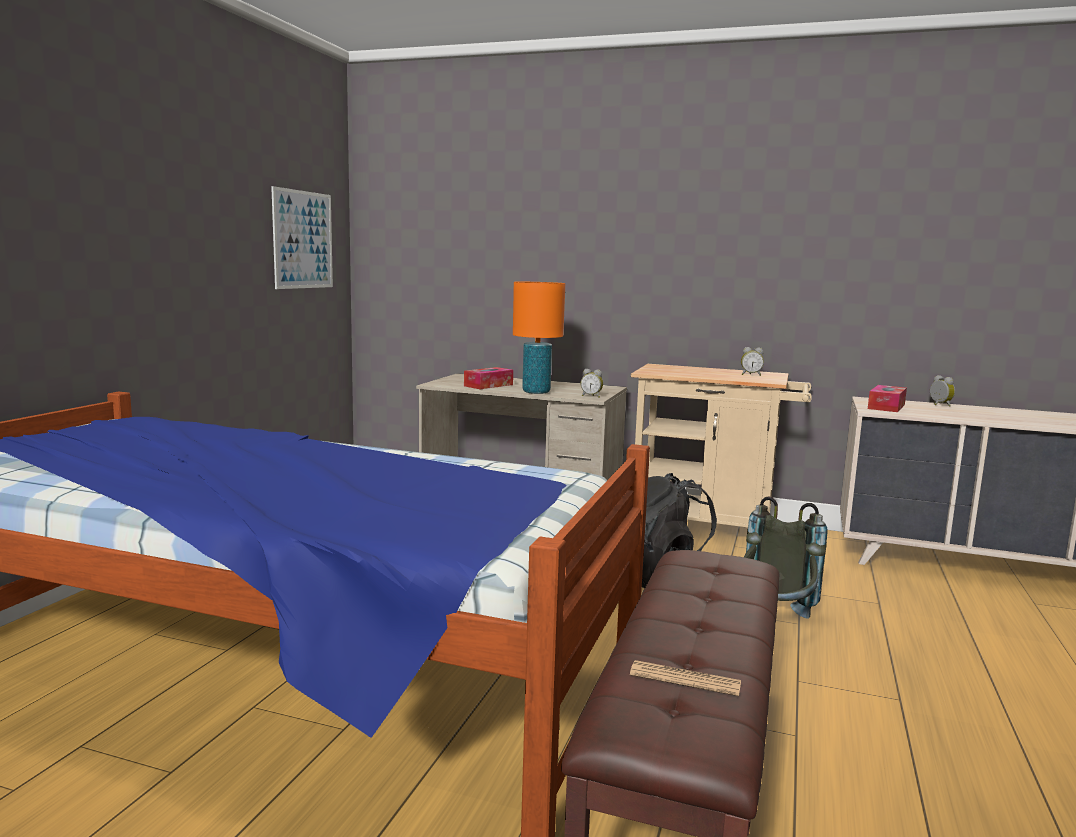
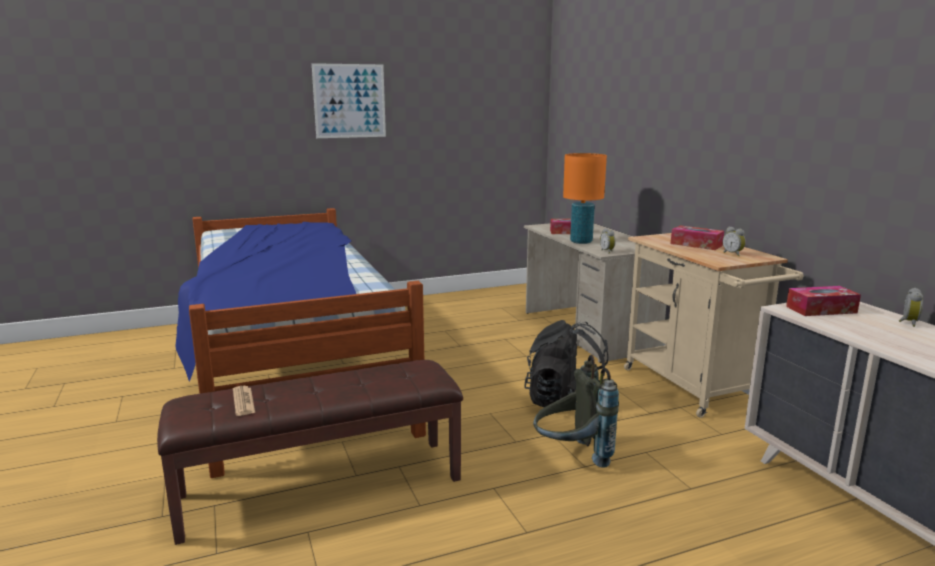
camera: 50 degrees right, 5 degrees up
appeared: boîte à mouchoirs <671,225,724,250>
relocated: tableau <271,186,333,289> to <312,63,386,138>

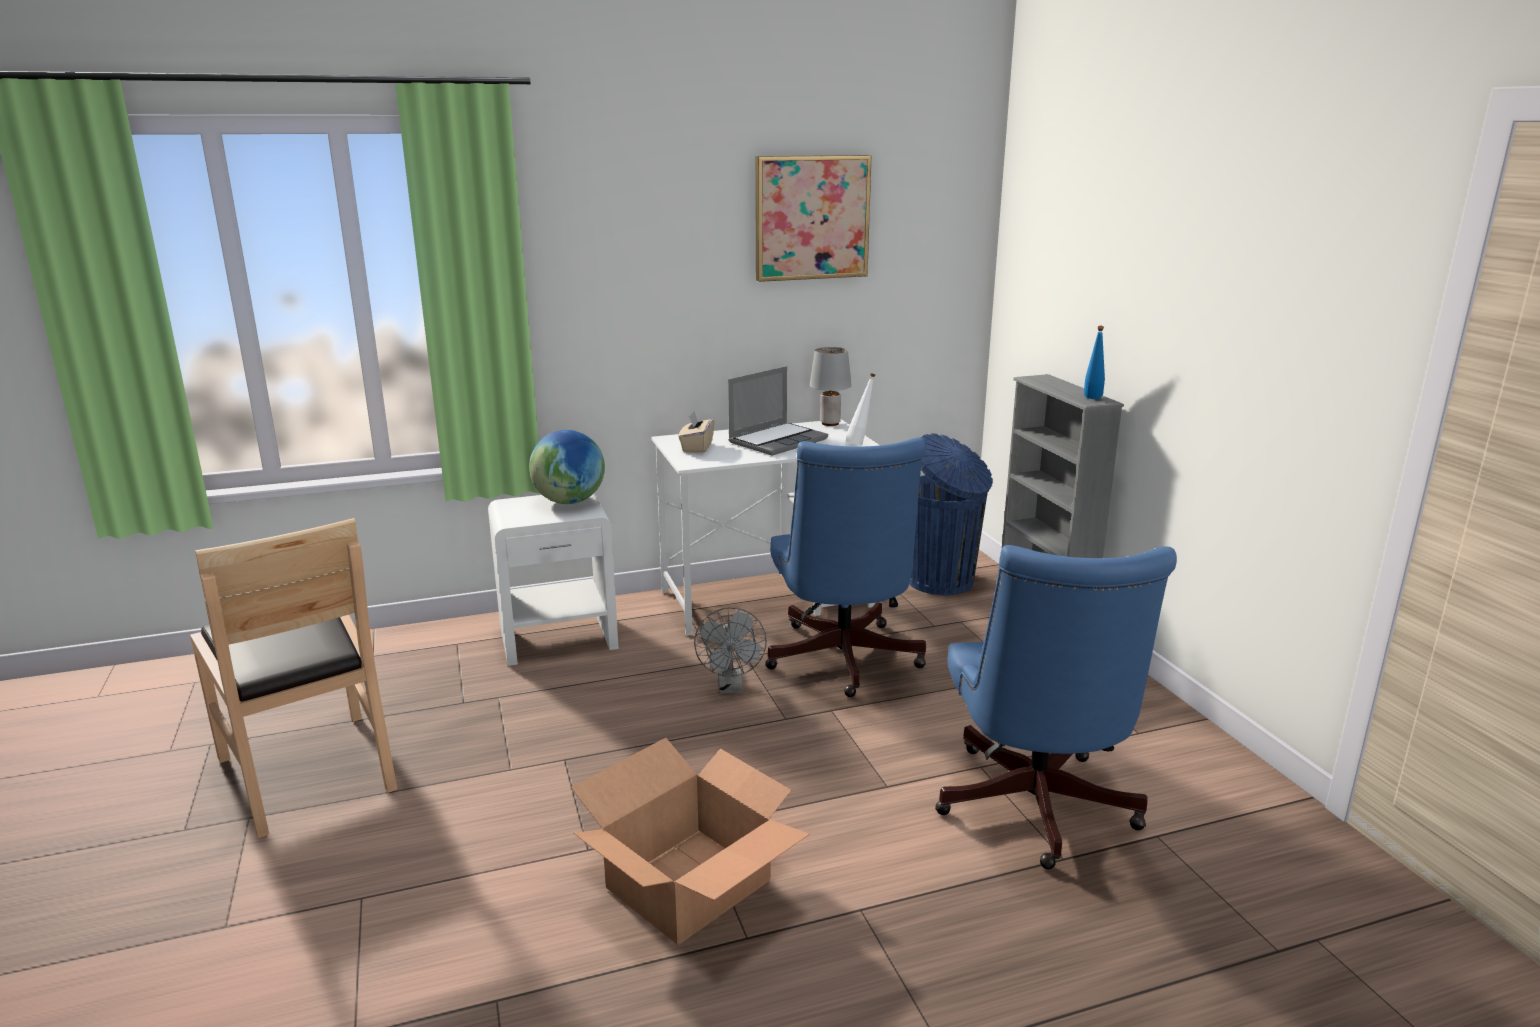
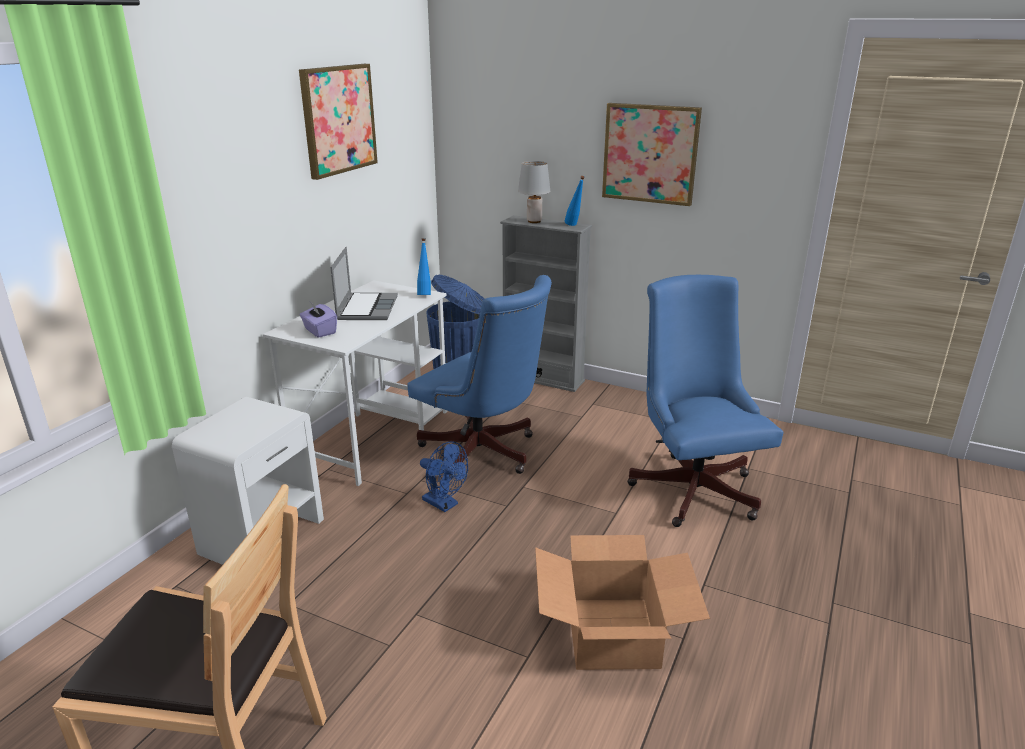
camera: 45 degrees left, 5 degrees up
missing: globe <529,430,605,504>
appeared: tableau <602,103,702,206>
relocated: lampe de table/gris <810,347,852,426> to <518,161,550,223>
colour: boîte à mouchoirs/beige <678,411,714,453> to boîte à mouchoirs/violet <300,302,337,338>; ventilateur/gris <694,607,767,694> to ventilateur/bleu <420,441,468,512>; bouteille/blanc <845,373,875,445> to bouteille/bleu <417,238,431,295>
spun: chaise de bureau/bleu <935,545,1177,869> = <627,275,783,527> 150 degrees counterclockwise

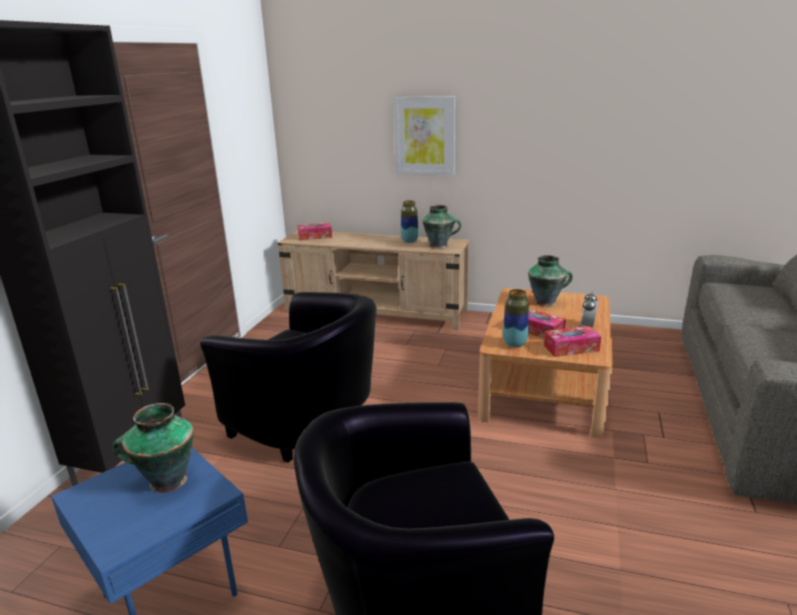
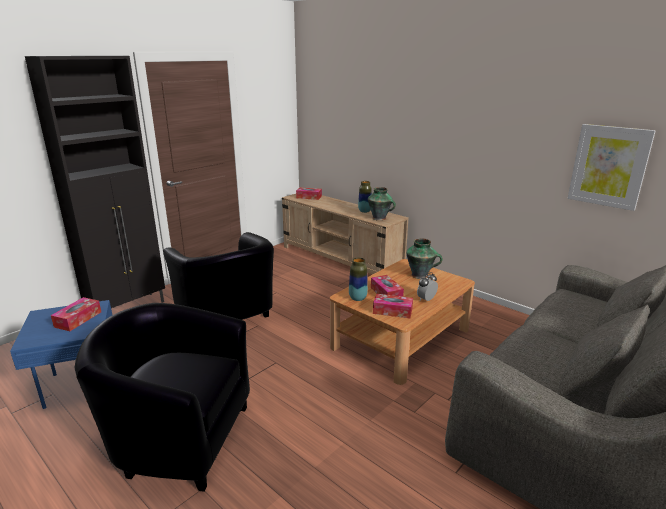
camera: 25 degrees right, 0 degrees up
relocated: tableau <394,96,455,175> to <568,124,656,211>
exchanged: vase <112,403,194,493> to boîte à mouchoirs <51,297,101,331>

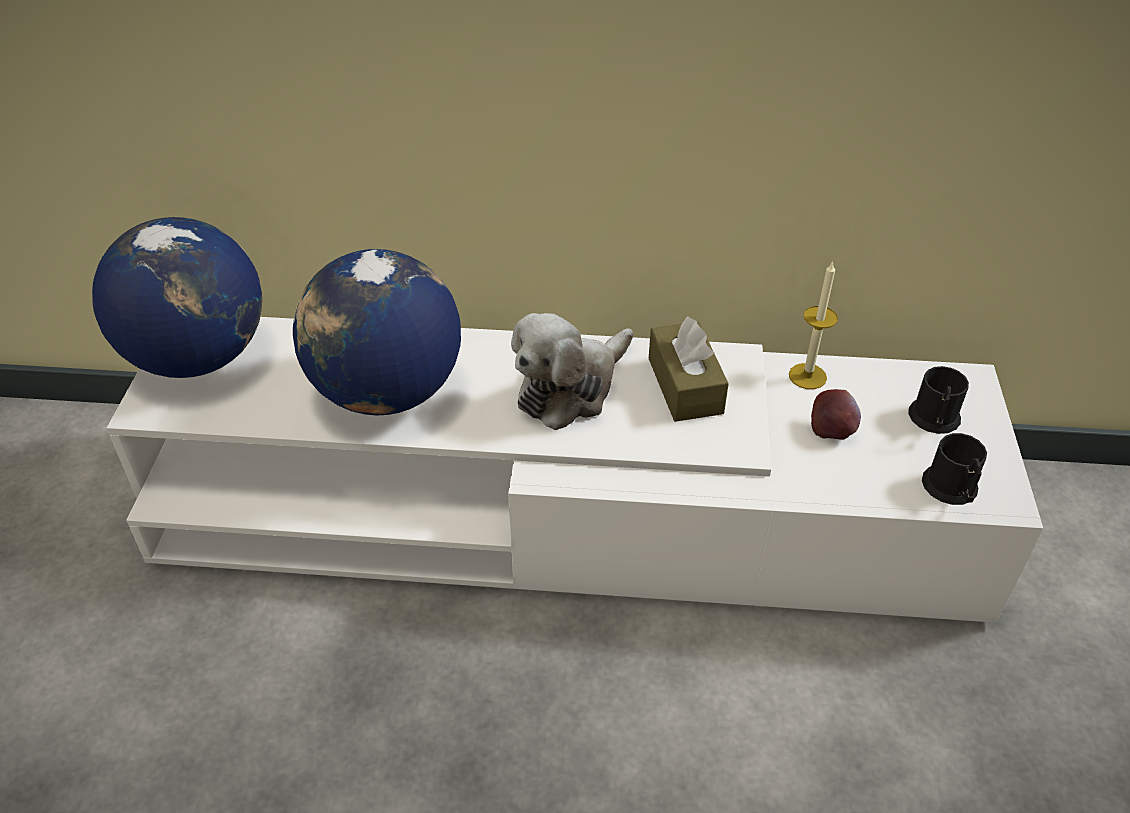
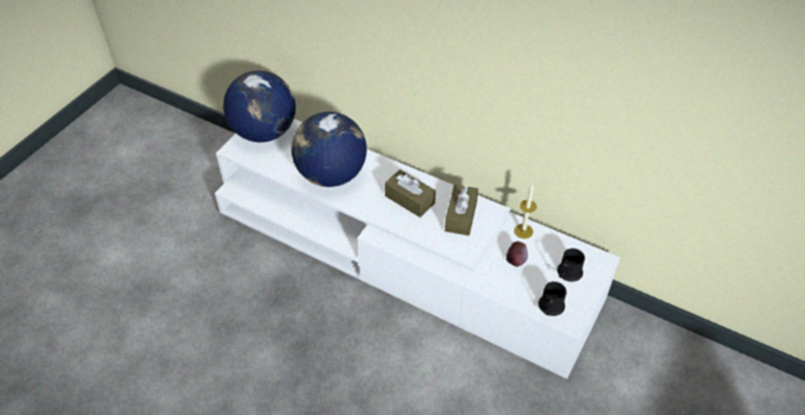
camera: 25 degrees right, 5 degrees up
exchanged: peluche <511,313,633,430> to boîte à mouchoirs/marron <385,170,436,217>

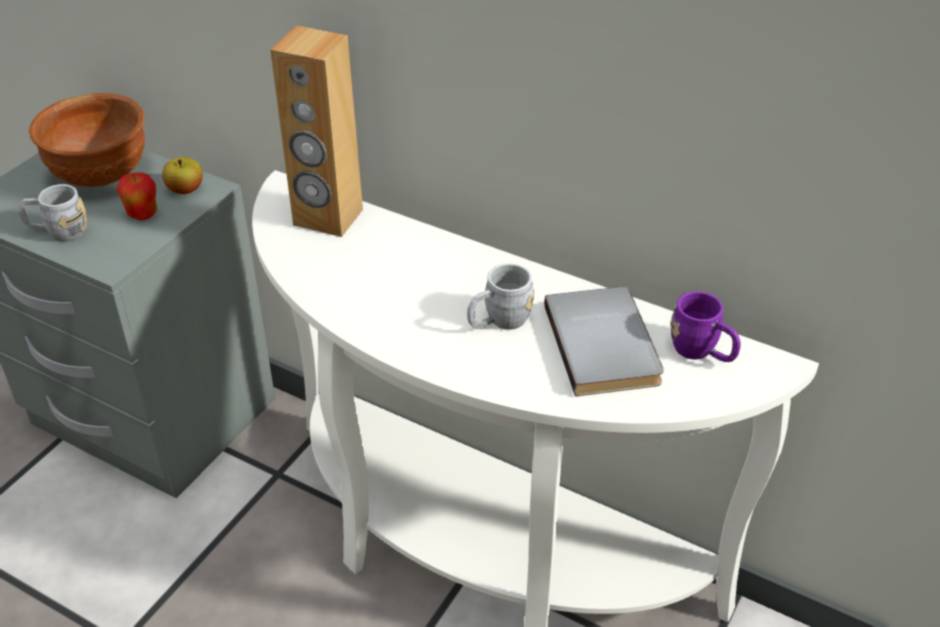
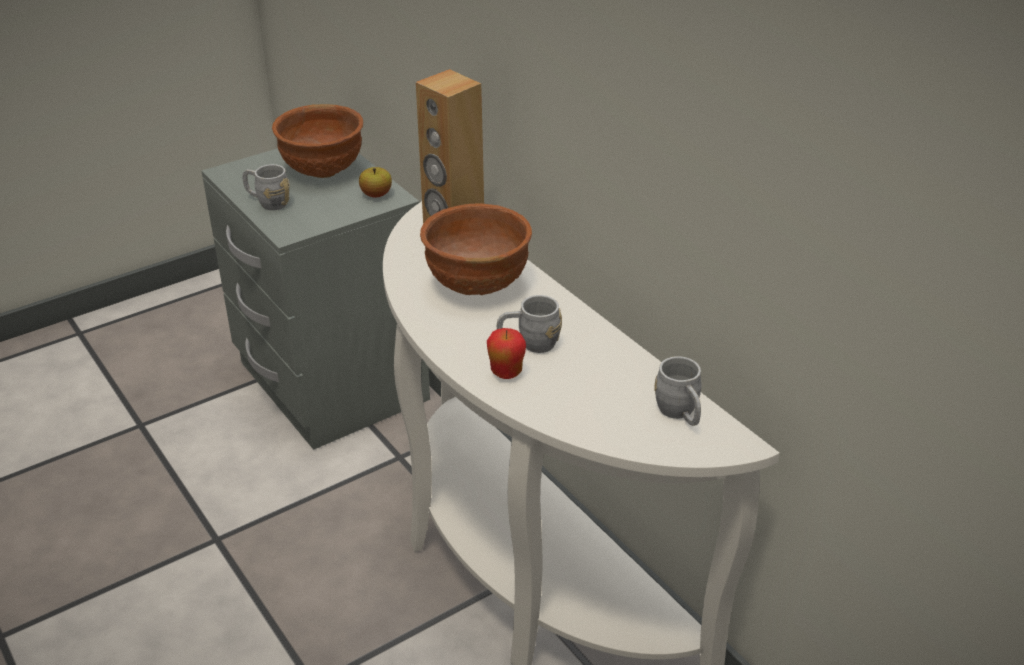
camera: 25 degrees right, 5 degrees down
missing: livre/gris <544,287,664,396>
appeared: bol/marron <420,203,532,295>
relocated: pomme <117,172,157,220> to <487,328,526,379>
colour: mug/violet <670,291,741,362> to mug/gris <654,356,702,426>

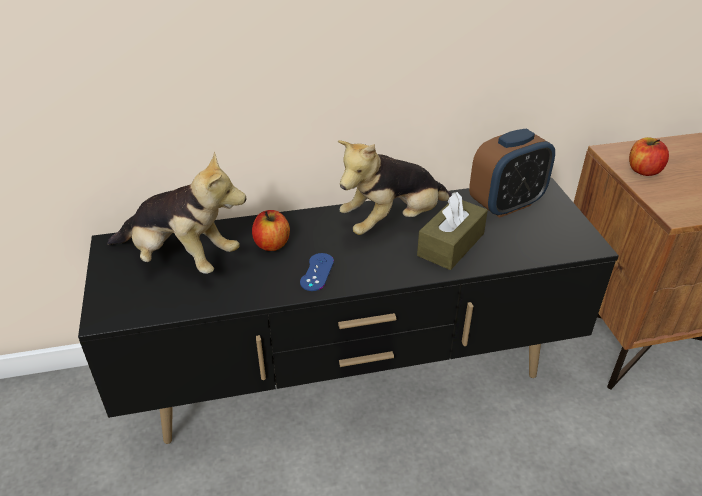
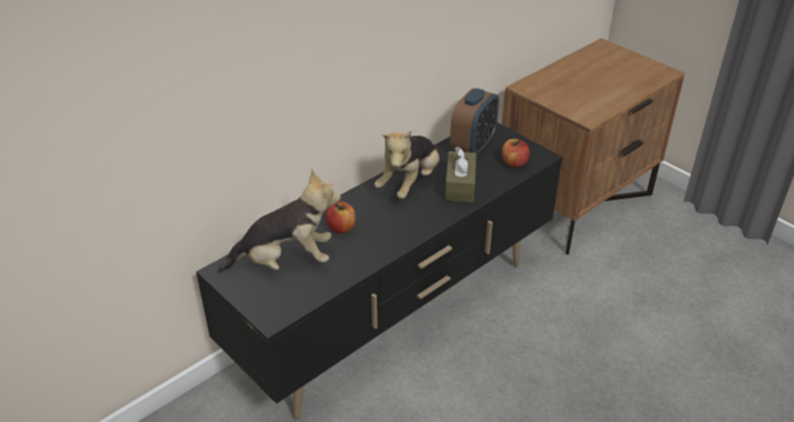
camera: 30 degrees left, 0 degrees up
missing: manette/bleu <300,253,334,291>
relocated: pomme <629,137,669,176> to <502,139,530,167>

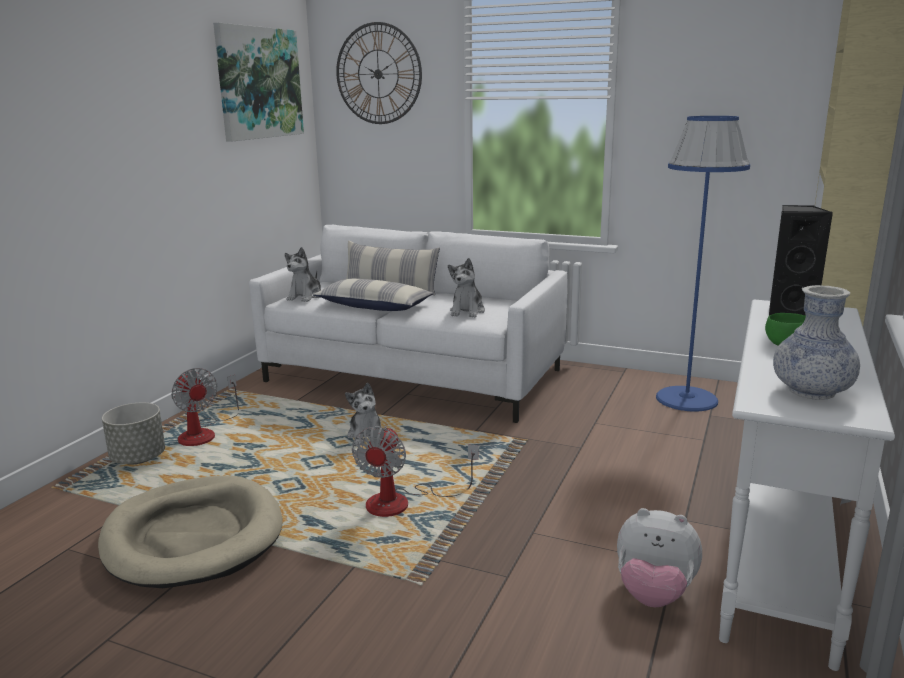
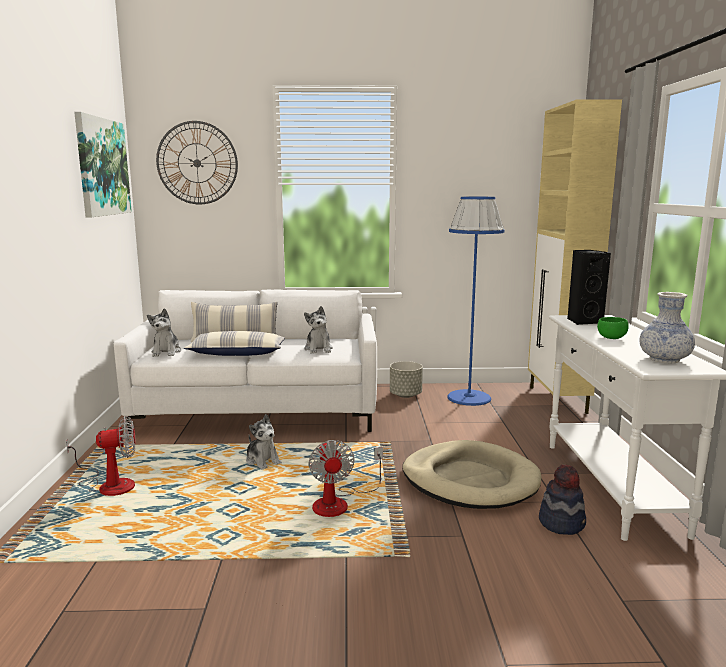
camera: 25 degrees left, 5 degrees down
relocated: panier pour chien/beige <98,476,283,588> to <402,440,542,509>; cache-pot/gris <102,403,165,464> to <390,361,423,398>
exchanged: peluche <617,508,702,607> to chapeau <539,464,586,535>
spun: ventilateur <171,368,239,446> = <66,416,136,496> 45 degrees counterclockwise

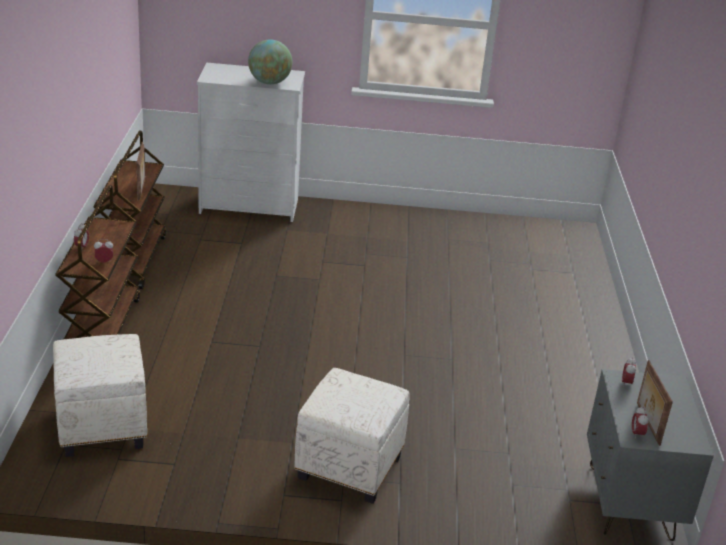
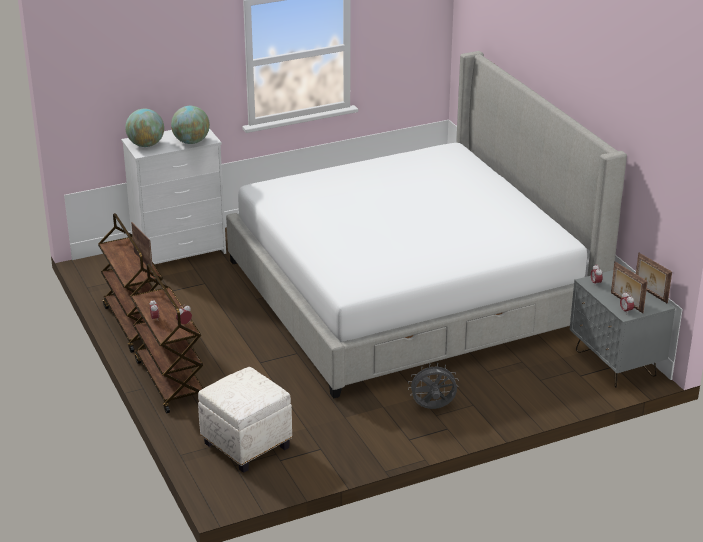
camera: 25 degrees left, 0 degrees up
appeared: globe <125,109,164,147>; lit <226,51,627,399>; cadre photo <636,253,672,303>
exchanged: pouf/blanc <294,368,410,504> to ventilateur/gris <408,363,459,409>

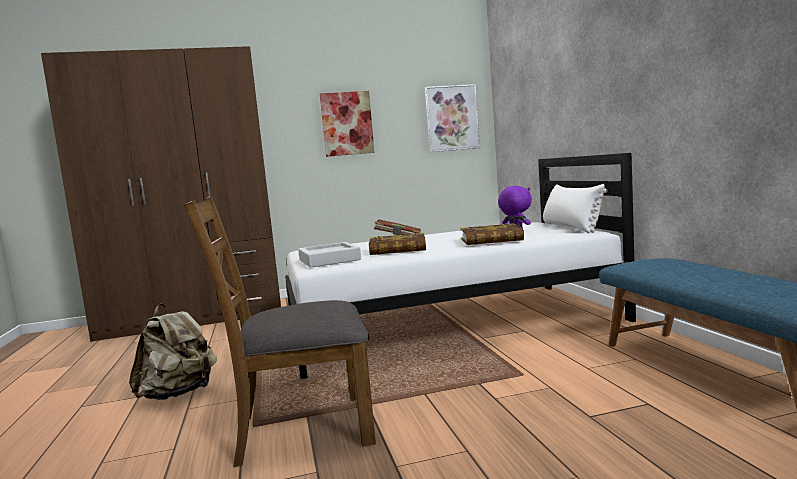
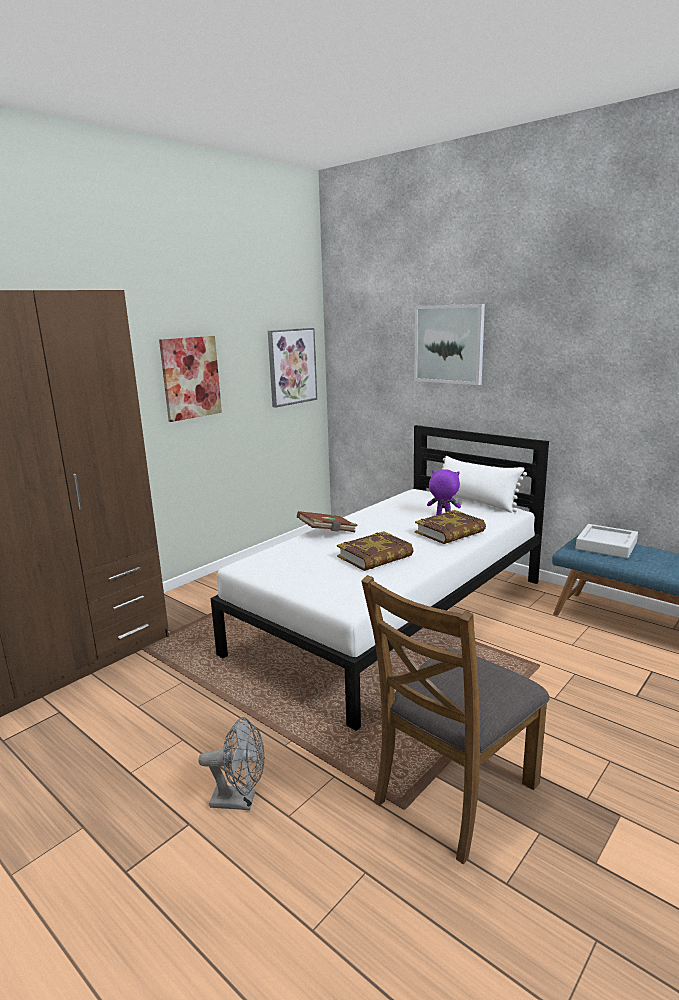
camera: 35 degrees left, 10 degrees up
appeared: tableau <414,304,485,385>
relocated: plateau/gris <298,242,361,268> to <576,524,638,559>
exchanged: sac à dos/beige <129,303,217,400> to ventilateur/gris <198,717,265,810>

